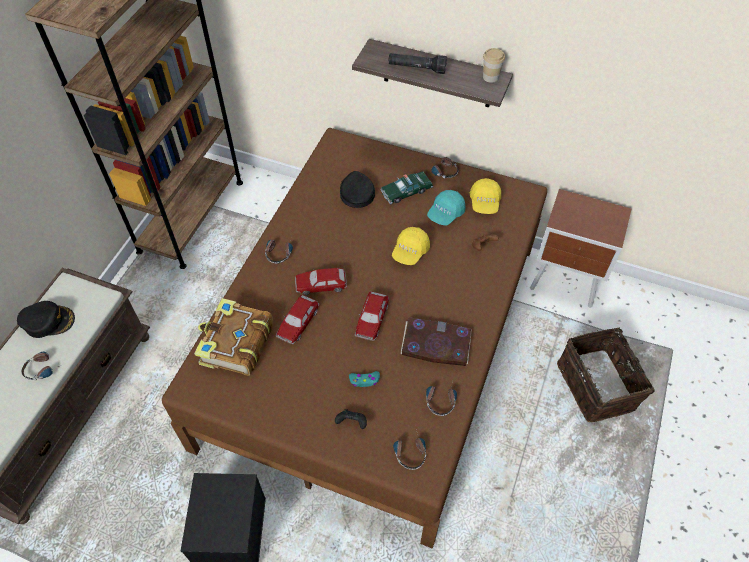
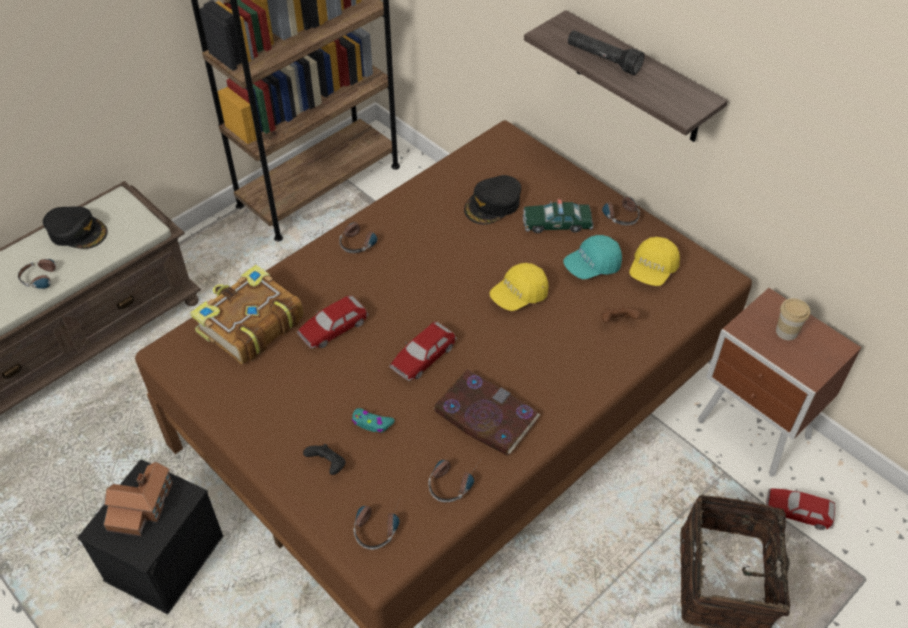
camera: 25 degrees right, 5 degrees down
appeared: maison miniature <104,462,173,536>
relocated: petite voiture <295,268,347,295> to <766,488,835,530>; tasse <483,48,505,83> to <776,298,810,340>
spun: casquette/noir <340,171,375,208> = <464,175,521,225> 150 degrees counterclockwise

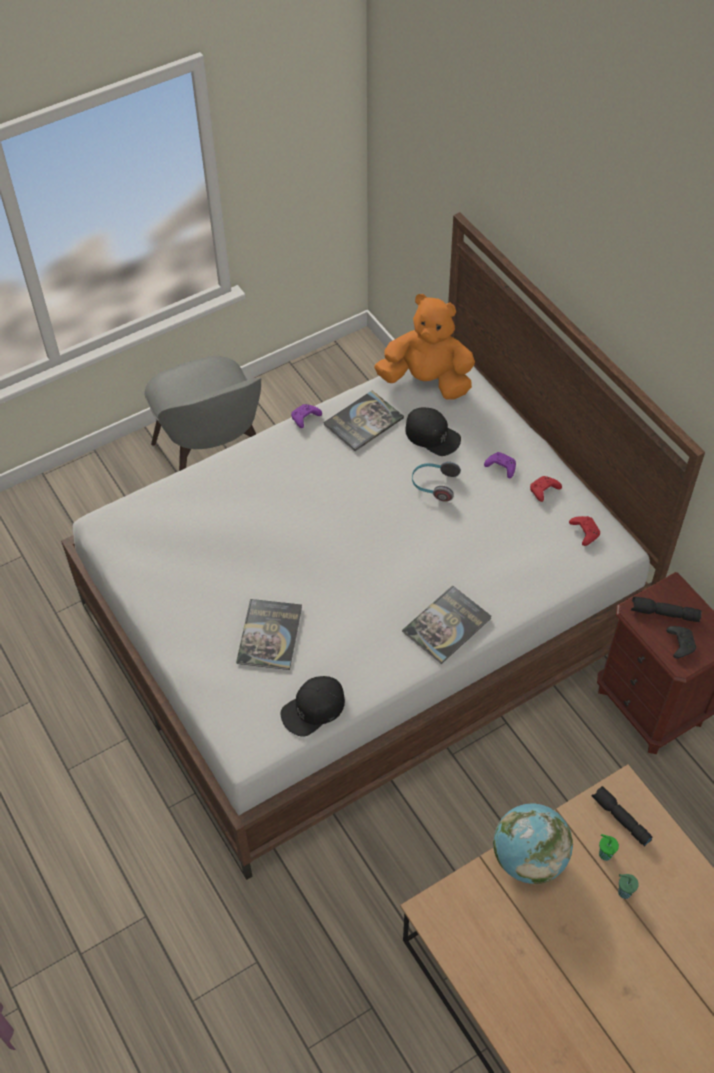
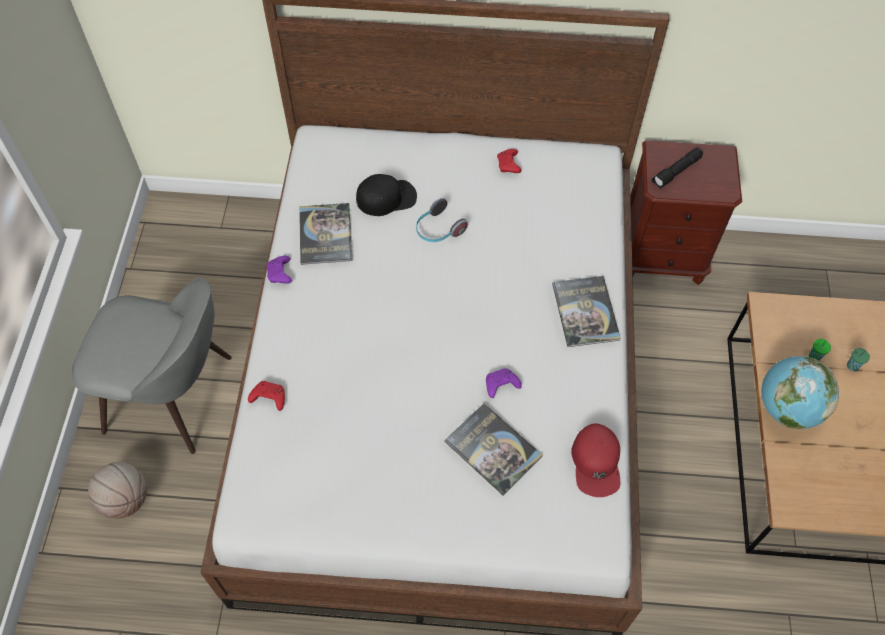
camera: 55 degrees left, 5 degrees up
missing: peluche/orange <374,294,475,400>; lampe de poche/noir <591,786,653,846>; manette/noir <666,626,696,658>
appeared: ballon de basket <88,462,147,518>
relocated: manette/violet <484,452,516,478> to <486,368,522,398>; manette/rouge <569,516,600,546> to <248,381,285,411>
colour: casquette/noir <281,676,345,737> to casquette/rouge <571,423,621,497>

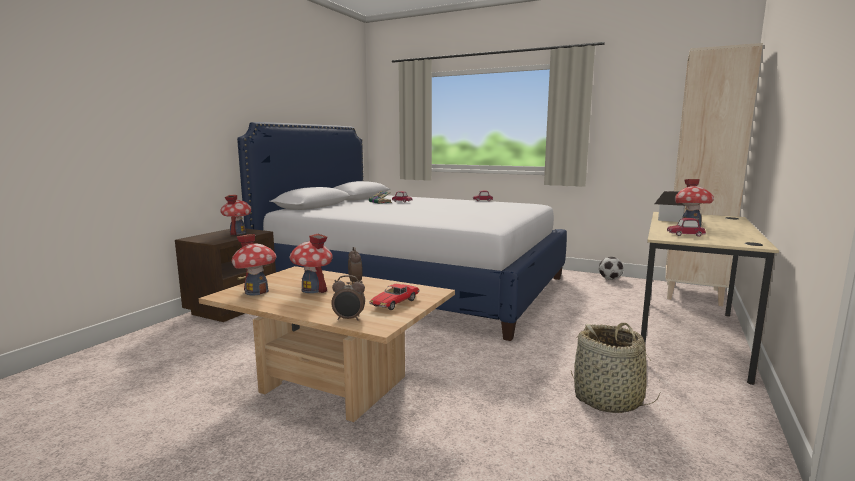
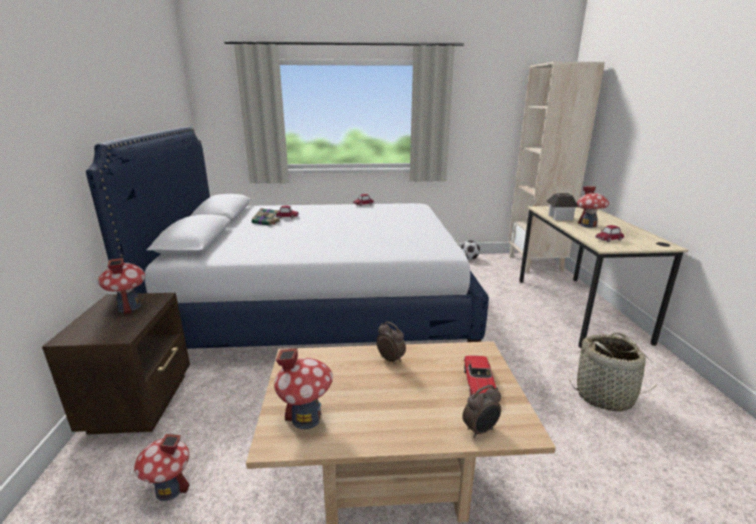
camera: 30 degrees left, 10 degrees up
relocated: maison miniature <289,234,333,293> to <134,434,190,501>

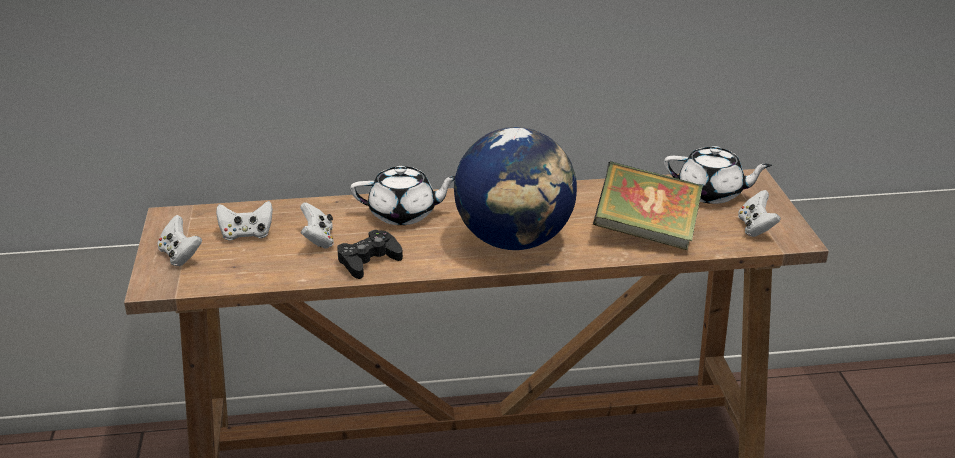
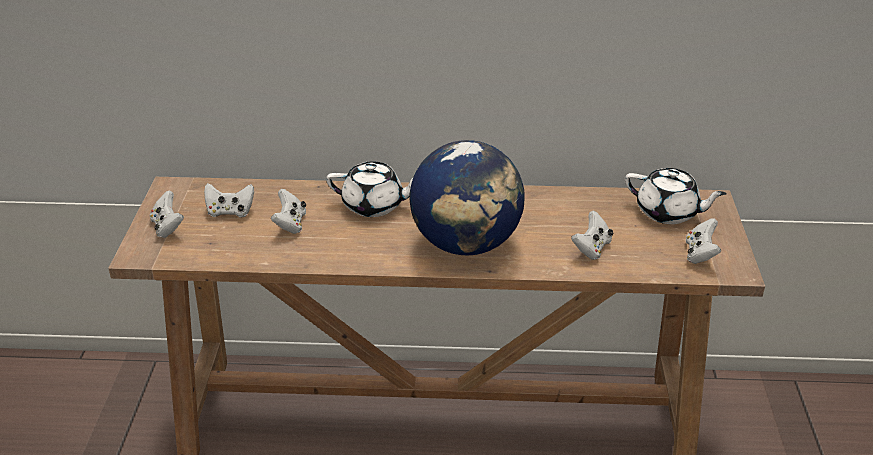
camera: 10 degrees right, 5 degrees up
missing: manette/noir <337,230,403,279>
exchanged: livre <593,161,703,250> to manette/blanc <571,211,613,260>

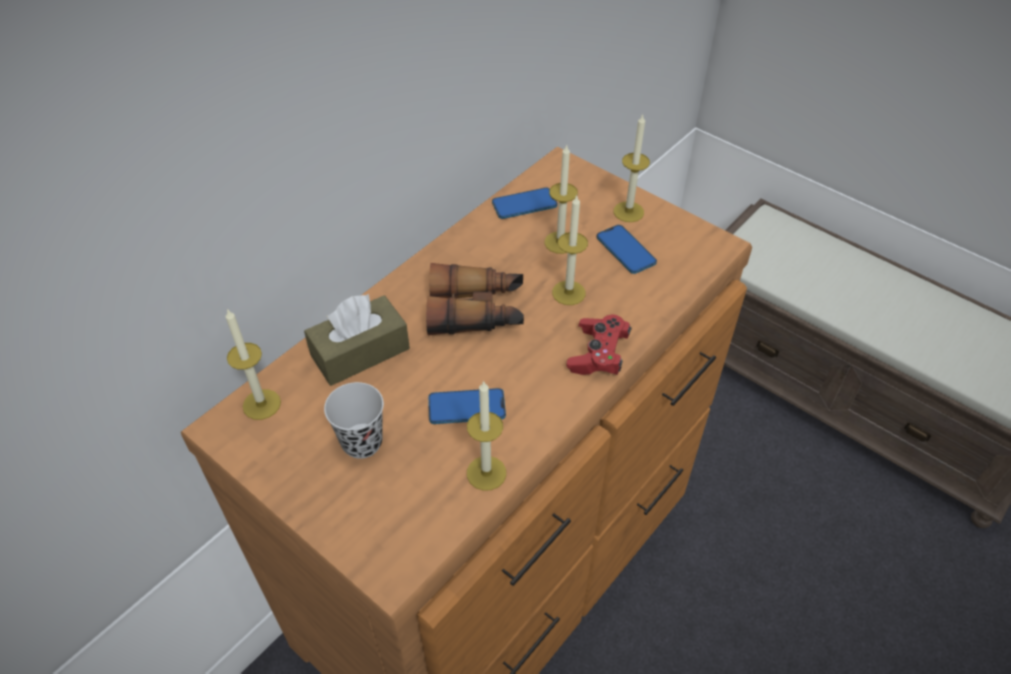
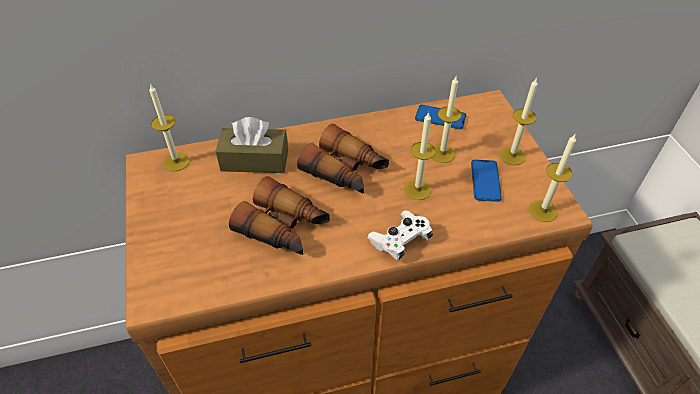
camera: 35 degrees right, 0 degrees up
missing: tasse/noir <324,382,384,459>
relocated: bougie <467,380,506,491> to <529,134,576,222>
exchanged: téléphone <428,388,506,424> to jumelles <229,176,330,255>
colour: manette/rouge <567,314,632,375> to manette/blanc <368,210,433,261>

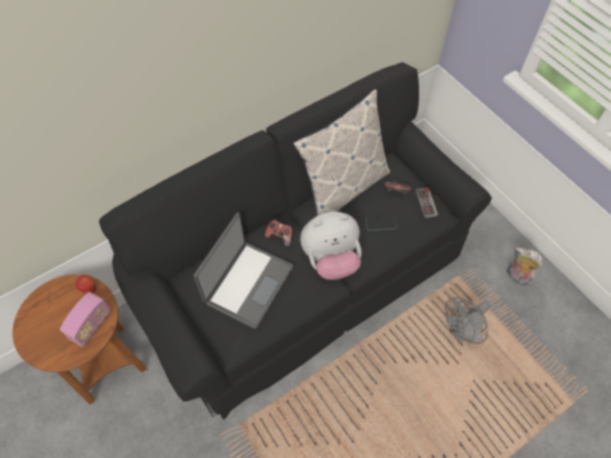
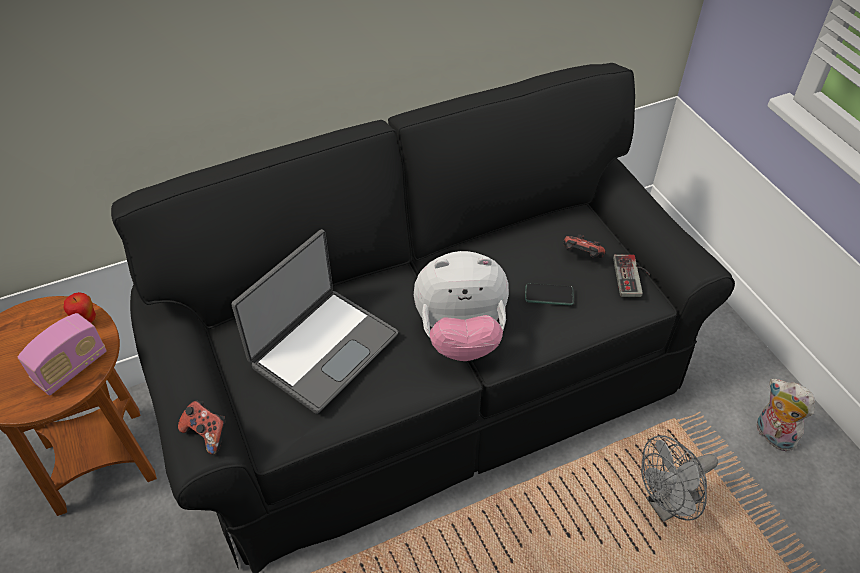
camera: 10 degrees right, 10 degrees down
missing: coussin <293,89,390,216>
relocated: manette <265,220,292,247> to <178,400,225,455>

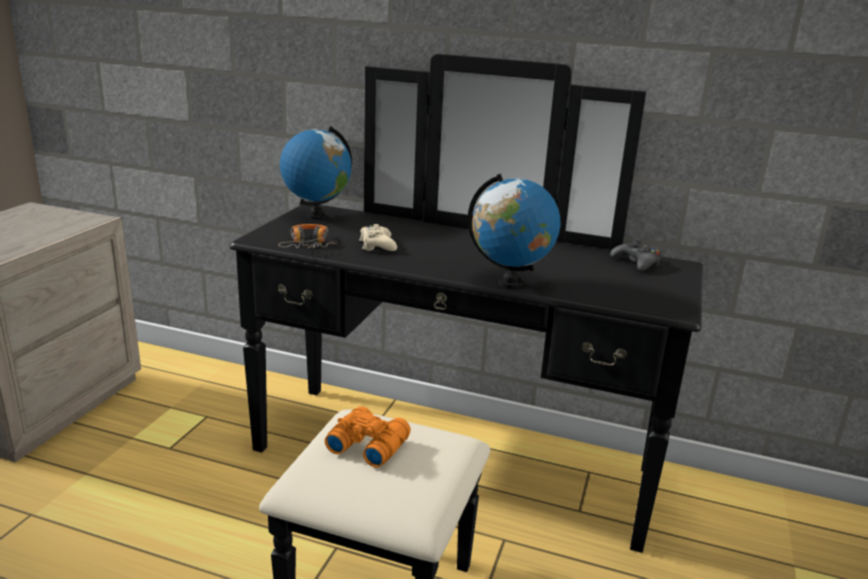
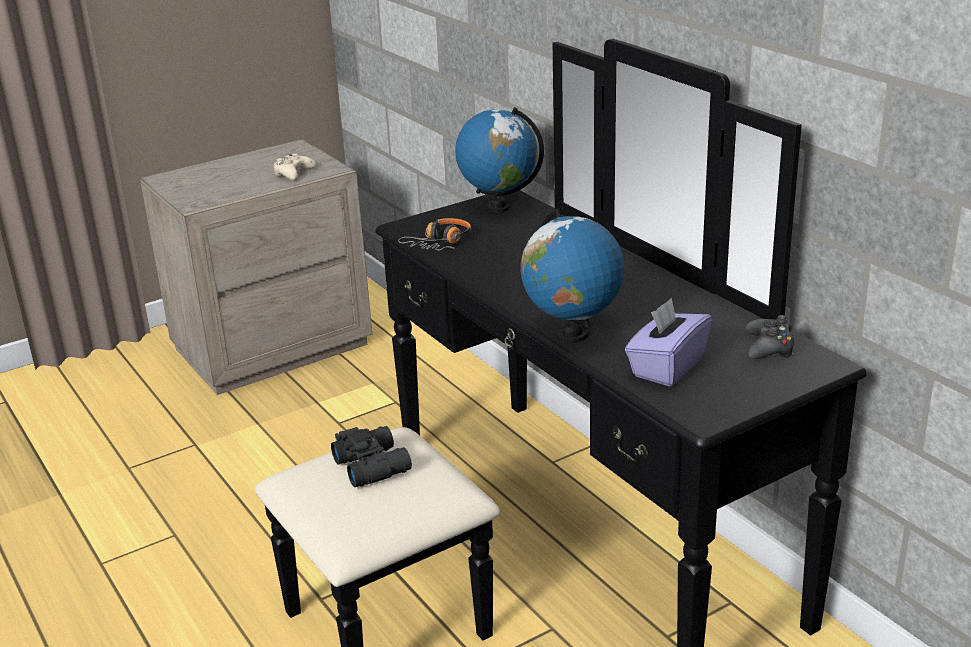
camera: 40 degrees right, 5 degrees up
appeared: boîte à mouchoirs/violet <625,297,712,387>
relocated: manette/beige <359,224,397,251> to <274,154,316,180>
colour: jumelles/orange <325,406,411,467> to jumelles/noir <331,426,412,487>

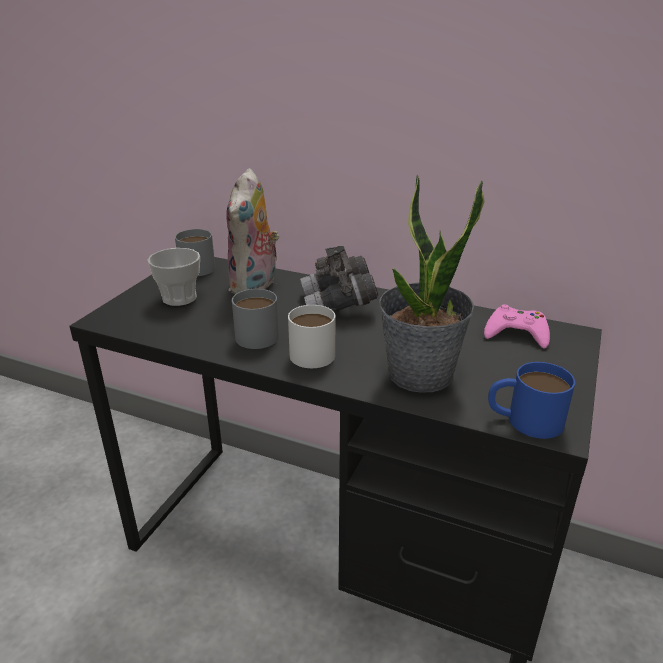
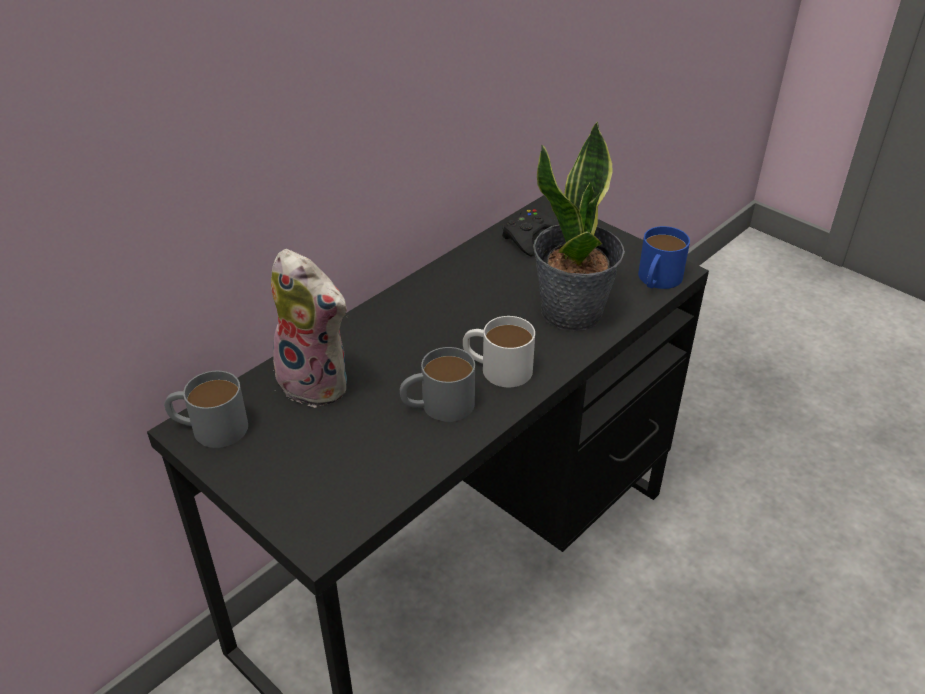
camera: 70 degrees left, 10 degrees up
missing: tasse <148,248,200,306>; jumelles/gris <300,246,378,312>
colour: manette/rose <484,304,550,349> to manette/noir <502,209,559,256>

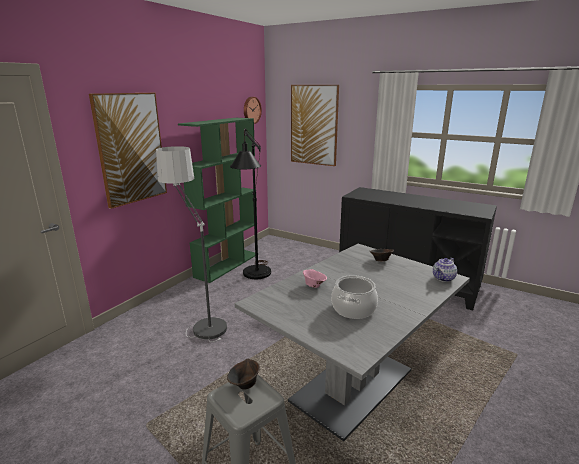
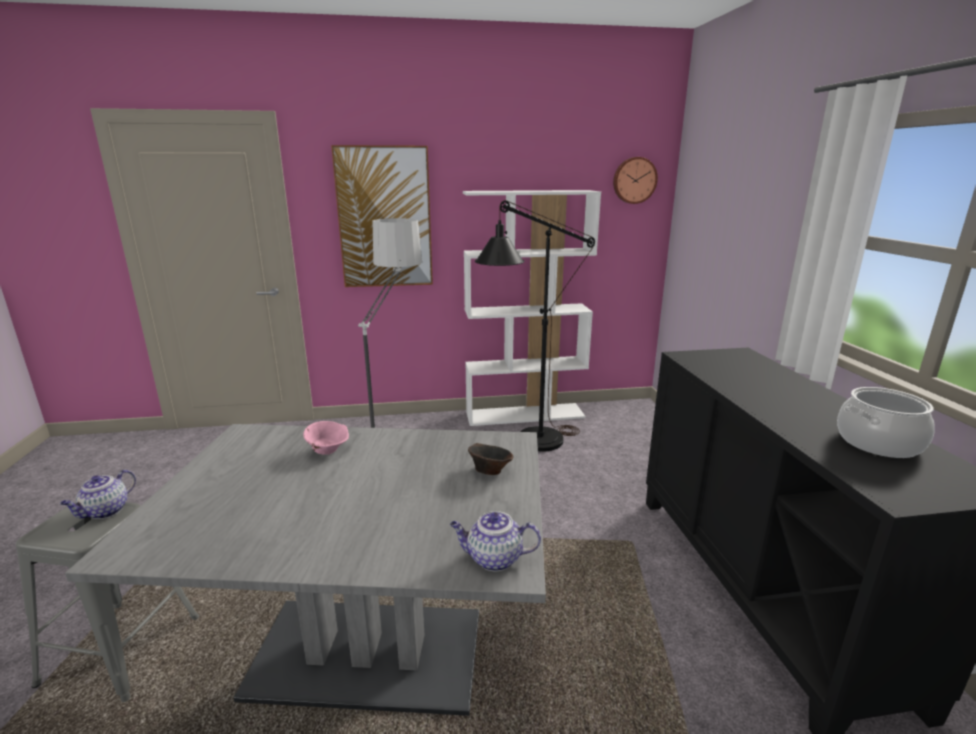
camera: 50 degrees right, 0 degrees up
missing: tableau <291,85,339,166>
relocated: marmite <331,275,378,319> to <837,387,935,458>
exchanged: bol/marron <227,359,260,390> to théière <60,470,136,519>
colour: bibliothèque/vert <178,118,257,283> to bibliothèque/blanc <463,190,601,426>

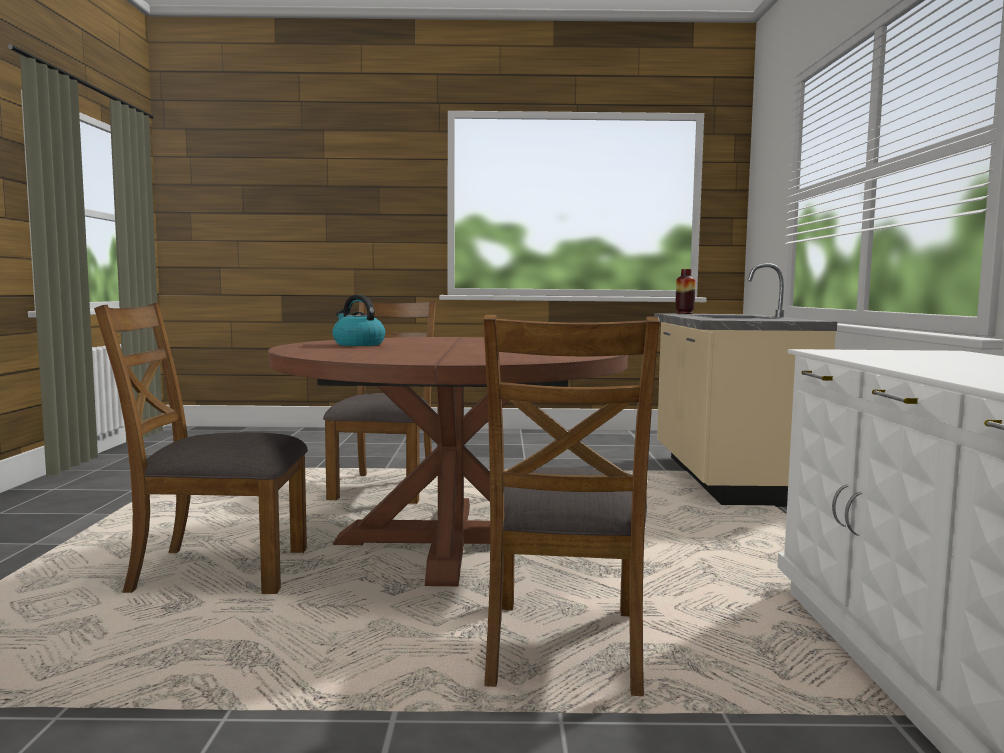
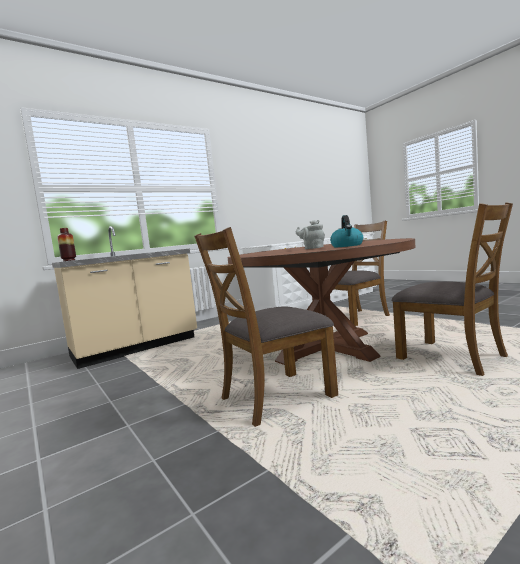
camera: 125 degrees left, 0 degrees up
appeared: théière/gris <296,220,325,249>

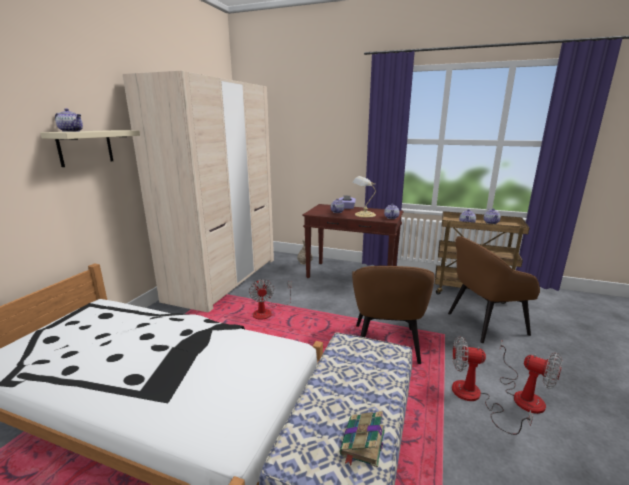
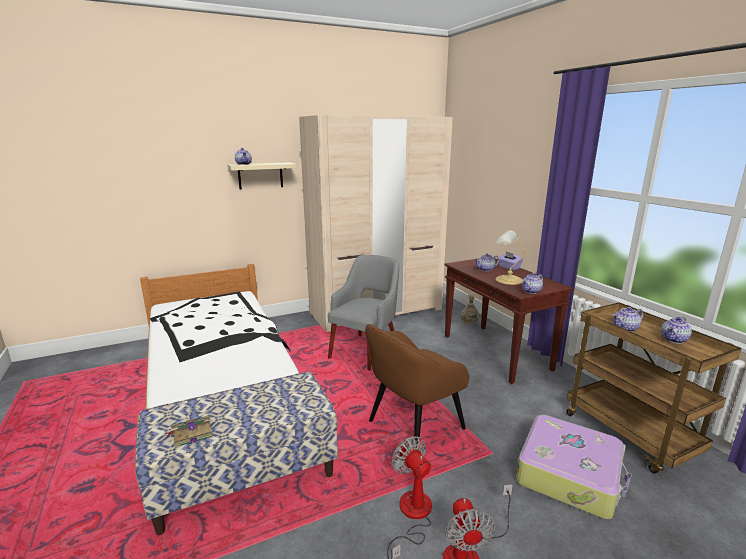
camera: 45 degrees right, 0 degrees up
exchanged: ventilateur <249,279,292,320> to fauteuil/gris <328,255,399,371>; fauteuil/marron <448,236,540,343> to valise <516,415,632,519>

